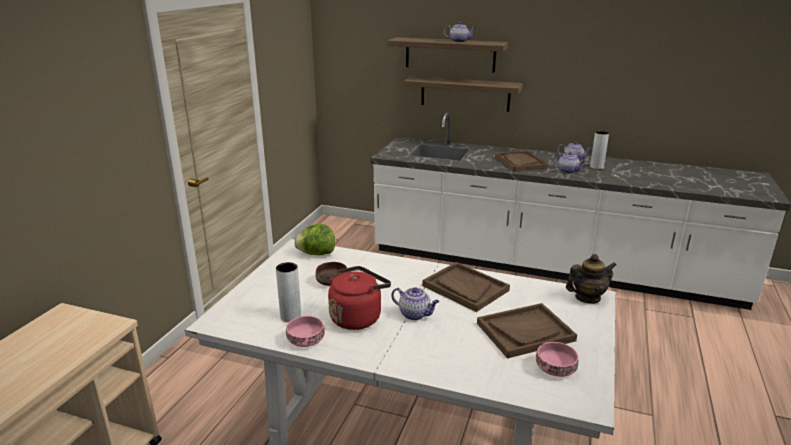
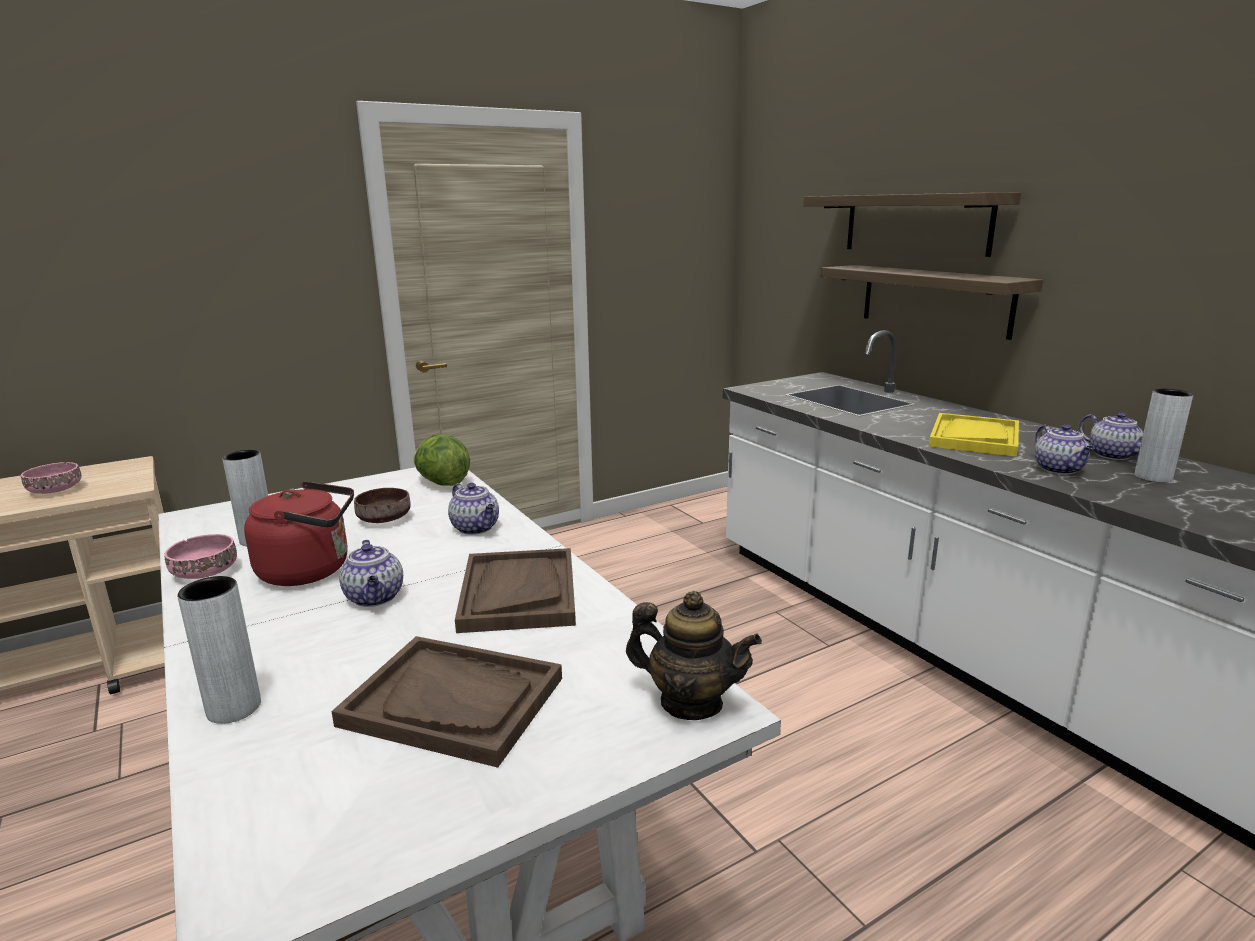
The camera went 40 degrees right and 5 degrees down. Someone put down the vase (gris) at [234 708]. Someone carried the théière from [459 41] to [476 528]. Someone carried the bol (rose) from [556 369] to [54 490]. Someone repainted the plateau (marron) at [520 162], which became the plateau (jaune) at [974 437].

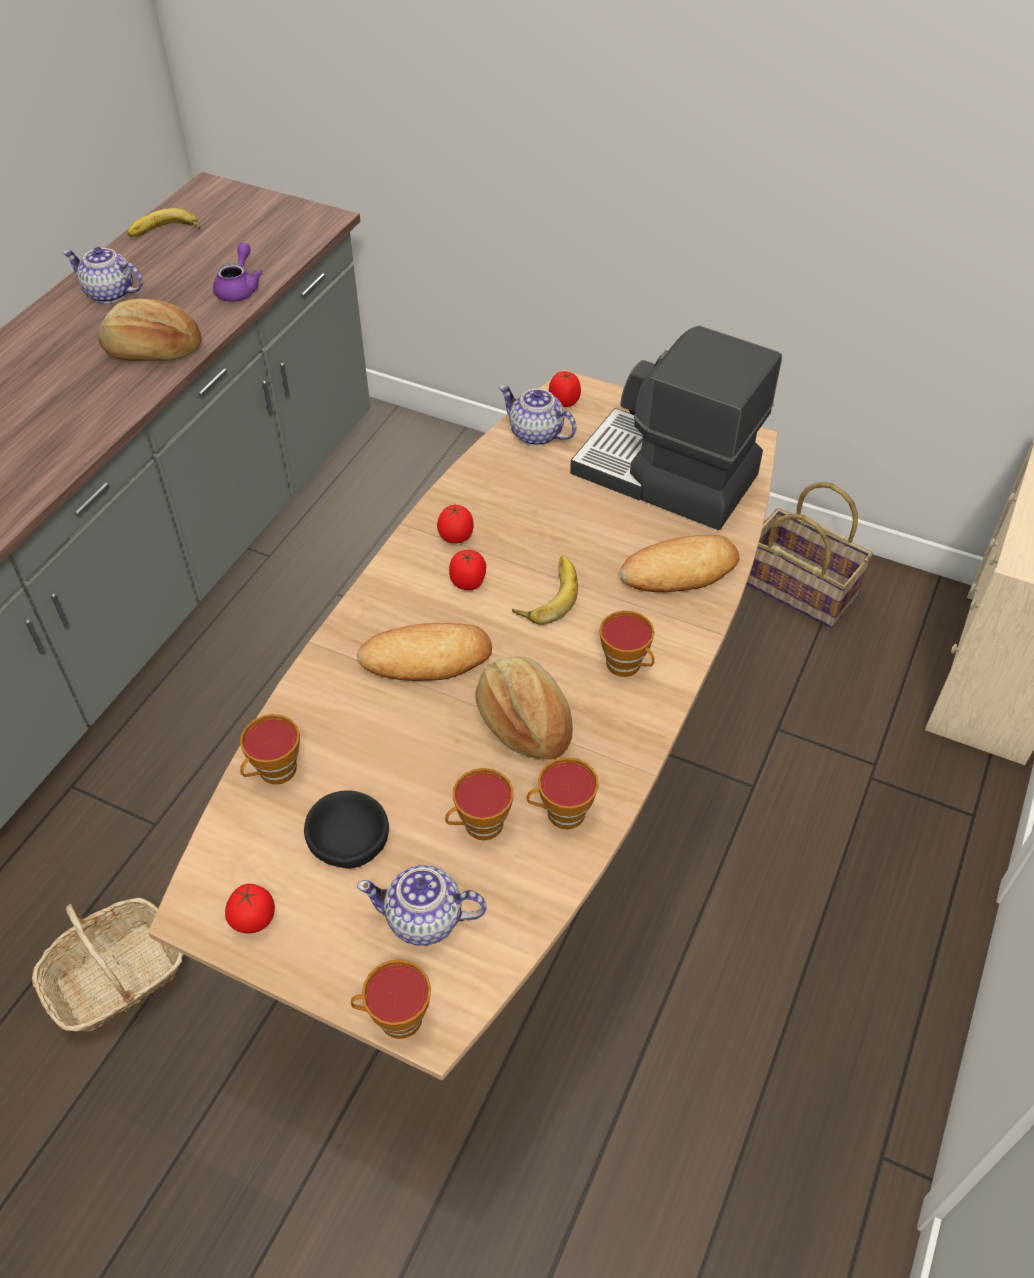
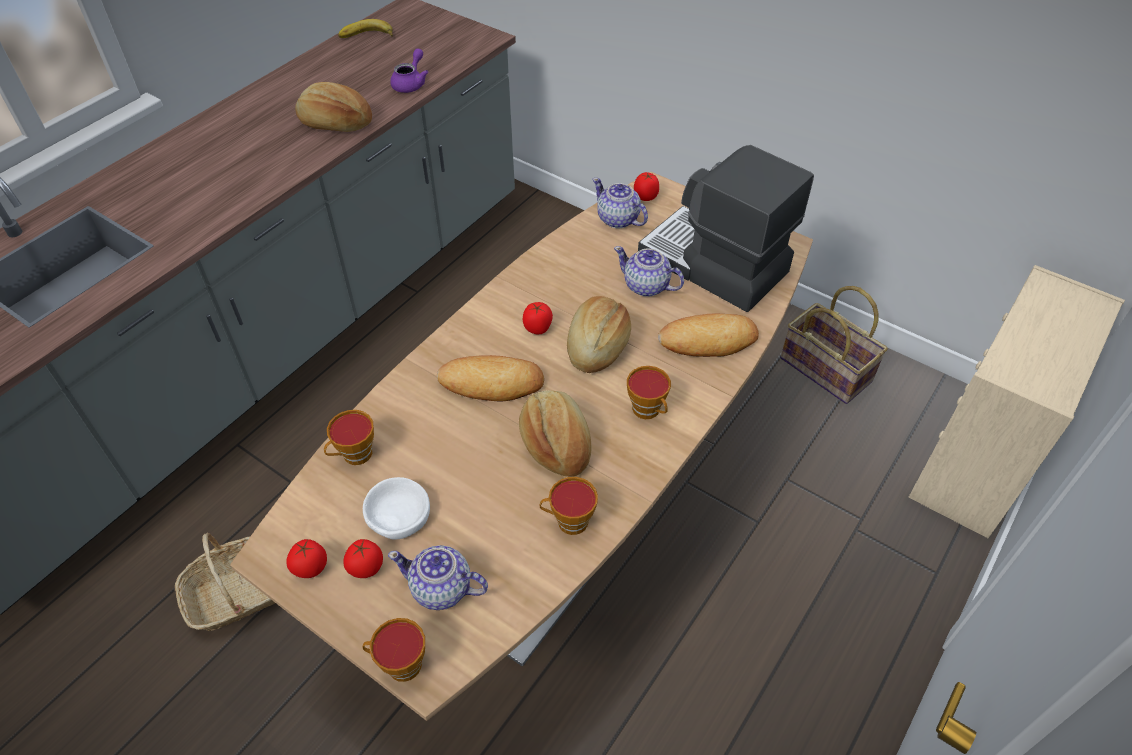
The camera went 10 degrees right and 0 degrees up. Someone took away the tasse at [479 826]. Someone carried the théière from [110 293] to [646 286]. Someone carried the tomate from [455 538] to [366 568]. Someone swapped the banane at [546 594] for the pain at [597 345]. Someone repainted the bol (noir) at [348 837], which became the bol (blanc) at [398 514].

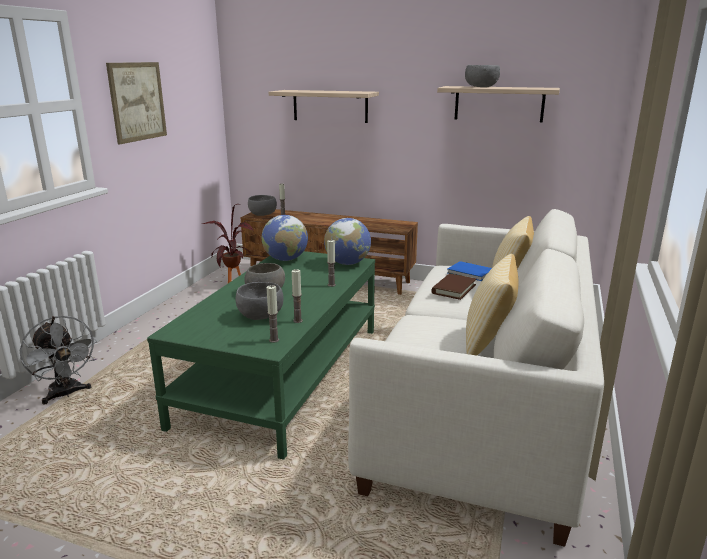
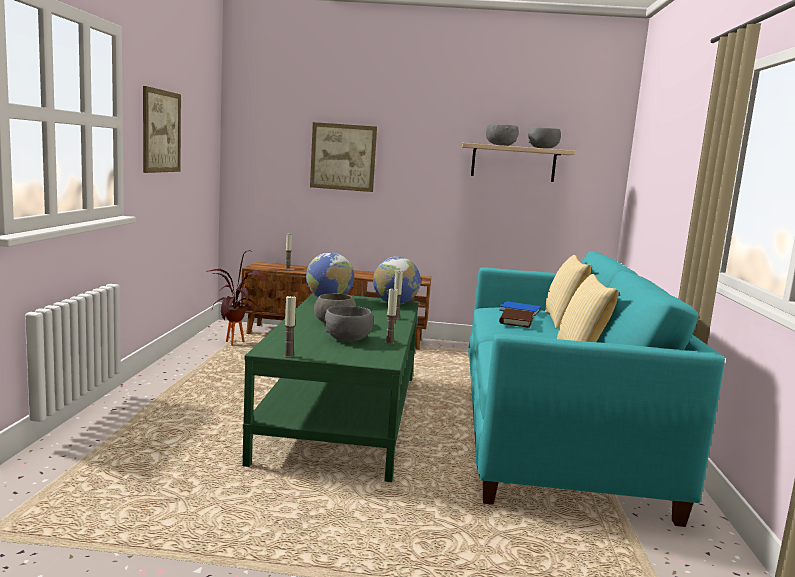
The camera went 15 degrees left and 10 degrees down. Someone took away the ventilateur (gris) at [66 394]. Someone carried the bol (gris) from [263 214] to [543 148]. Someone carried the bougie from [274 340] to [288 356]. Someone swapped the étagère at [330 106] for the tableau at [343 157]. Someone repainted the canapé (blanc) at [483 407], which became the canapé (turquoise) at [553 434].

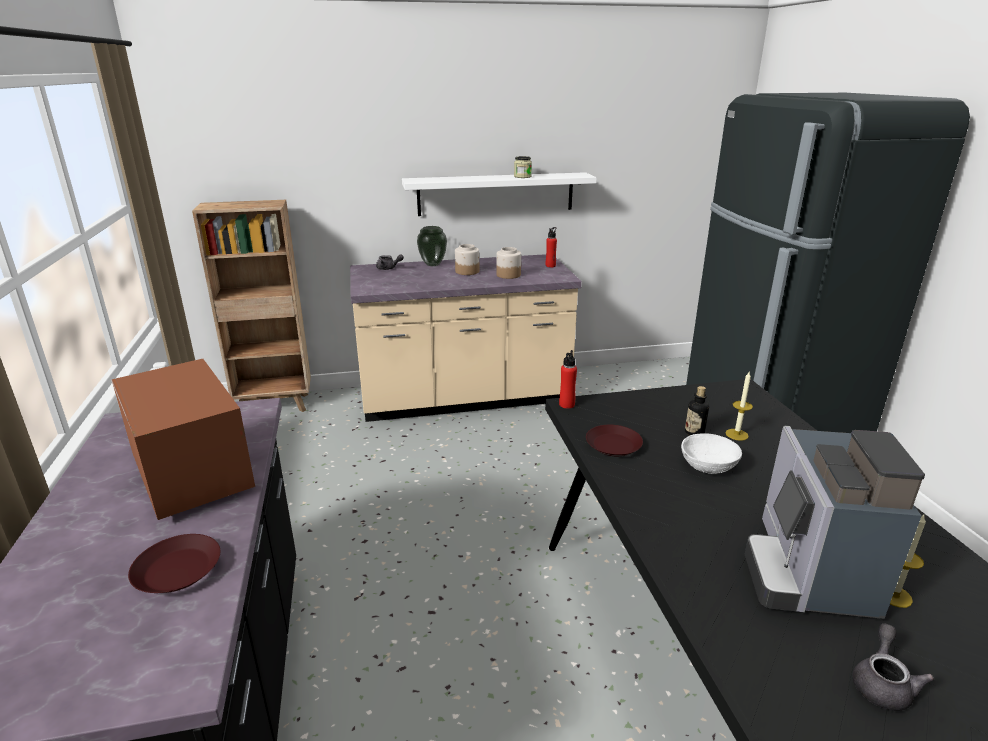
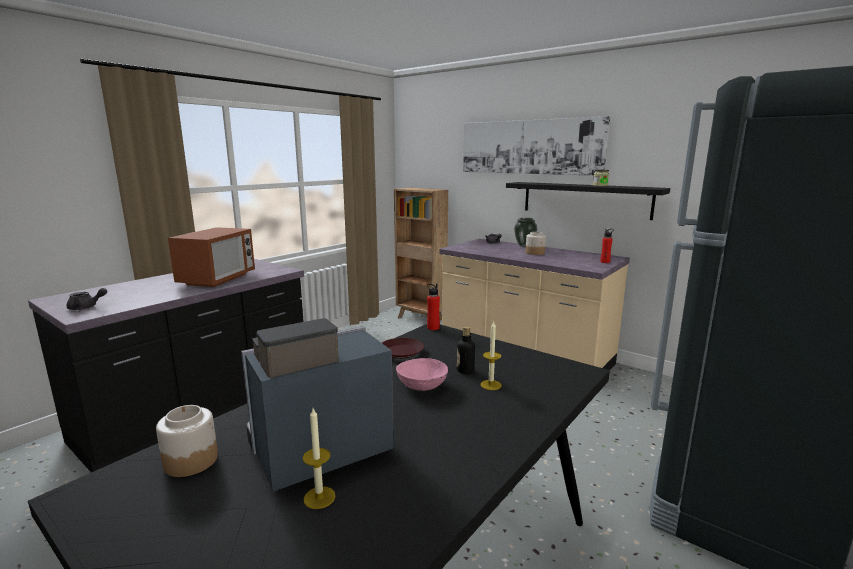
The camera went 50 degrees right and 10 degrees down. Someone took away the assiette (marron) at [178 569]. Someone put up the tableau at [529 147]. Someone carried the bocal from [508 275] to [191 460]. Someone carried the théière (gris) from [882 683] to [86 307]. Someone repainted the étagère (blanc) at [496 194], which became the étagère (noir) at [585 199]. Someone repainted the bol (blanc) at [709 466], which became the bol (rose) at [422 385].

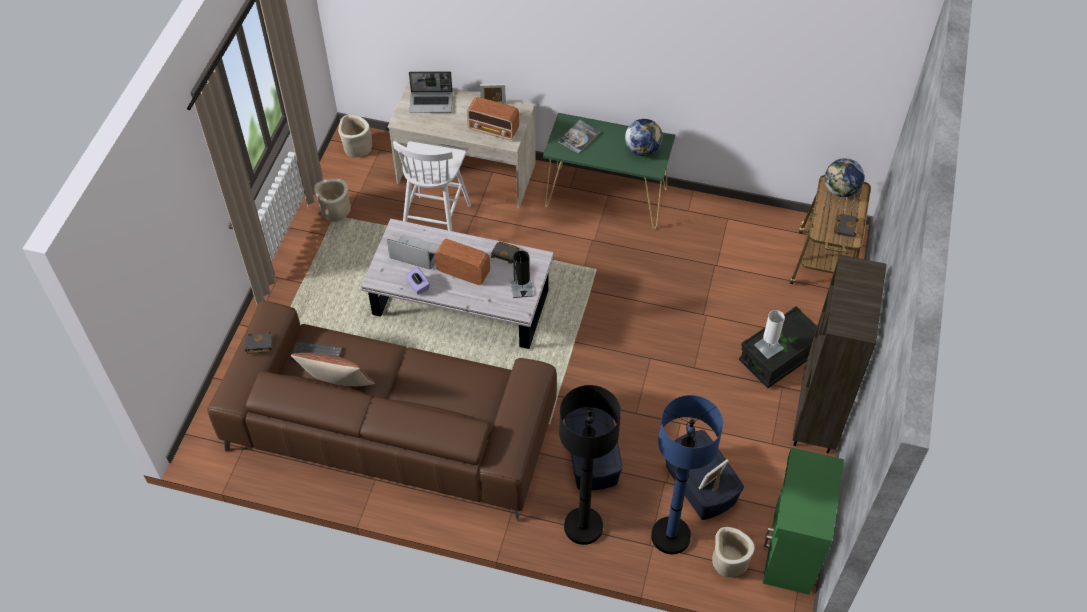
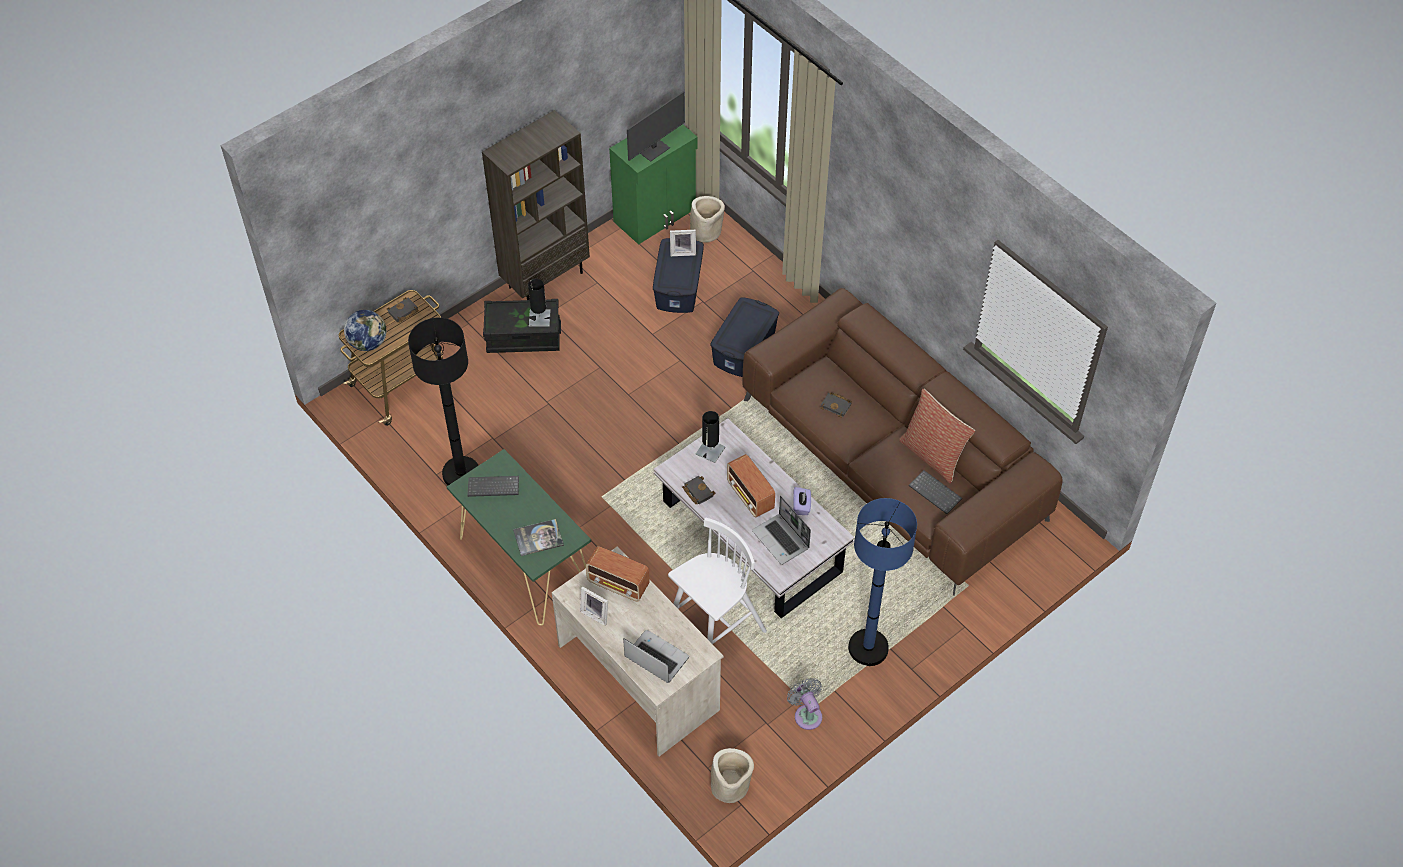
The camera went 145 degrees left and 0 degrees up. Someone put down the écran d'ordinateur at [653 149]. Someone carried the livre (noir) from [258 345] to [837 406]. Someone carried the lampadaire (noir) from [583 526] to [461 473]. Someone carried the lampadaire (bleu) from [670 536] to [868 648]. Someone swapped the cache-pot (beige) at [335 211] for the ventilateur (gris) at [806 714]. Someone swapped the globe at [642 150] for the clavier at [492 488]. Someone repainted the lampe de table (blanc) at [768 347], which became the lampe de table (noir) at [539 318]. Someone rotated the radio at [494 130] by 150 degrees clockwise.

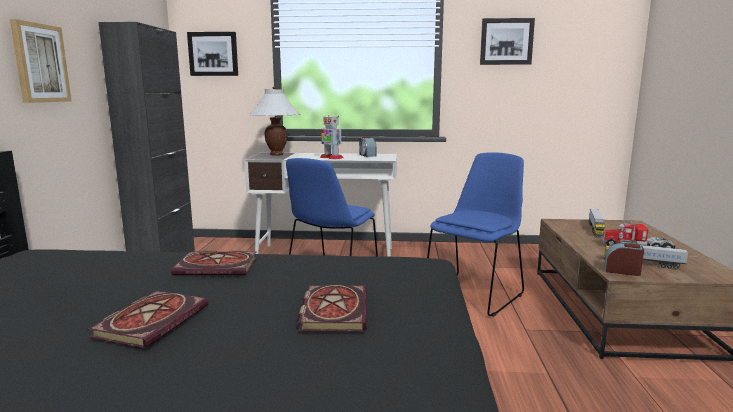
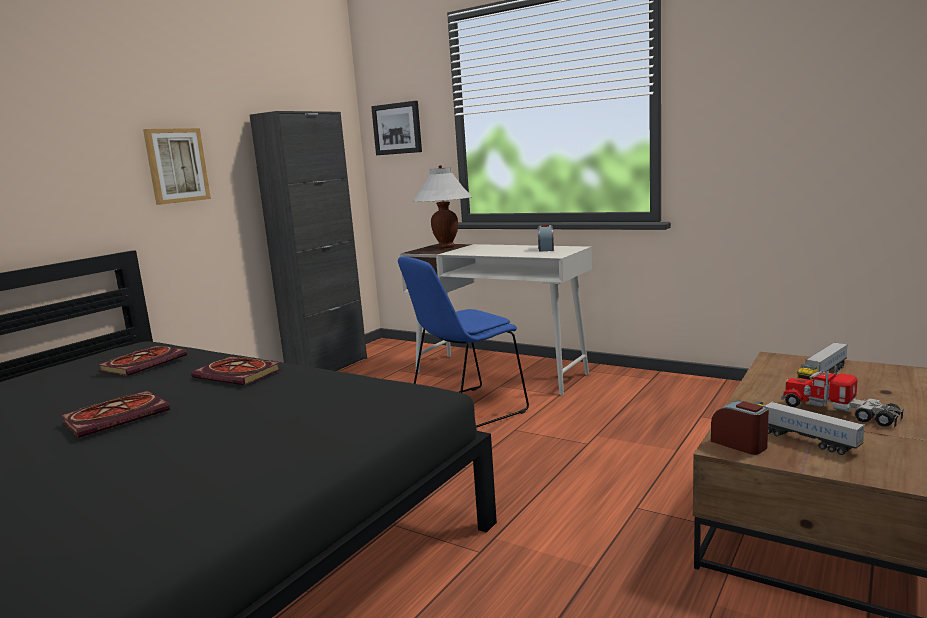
The camera went 30 degrees right and 0 degrees up. Someone took away the robot jouet at [331 158]. Someone took away the chaise (bleu) at [474 293]. Someone took away the tableau at [506 41]. Someone carried the livre from [333 310] to [144 363].

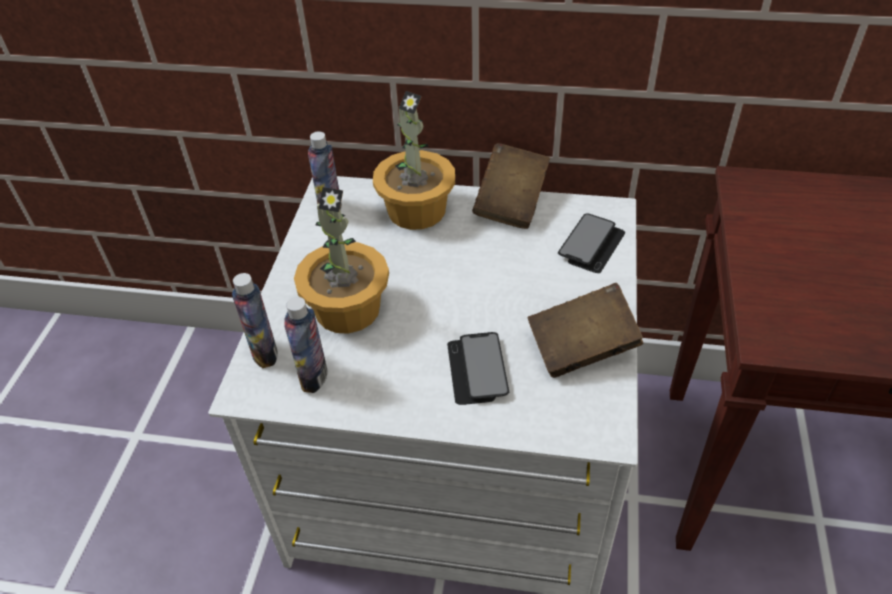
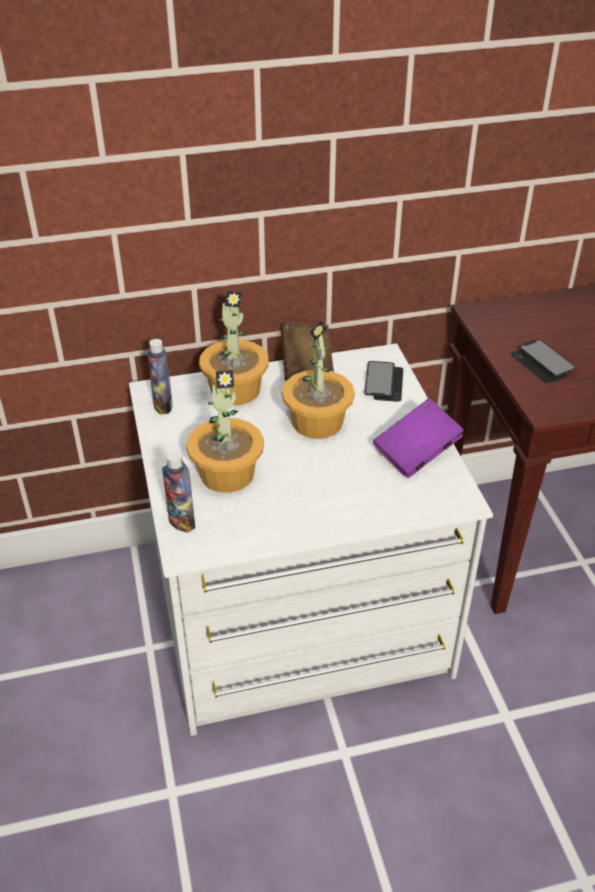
The camera went 25 degrees left and 5 degrees down. Someone took away the bouteille at [314 377]. Someone put down the plante en pot at [318 422]. Someone carried the téléphone from [477 369] to [542 363]. Someone repainted the livre (marron) at [581 347], which became the livre (violet) at [416 453].

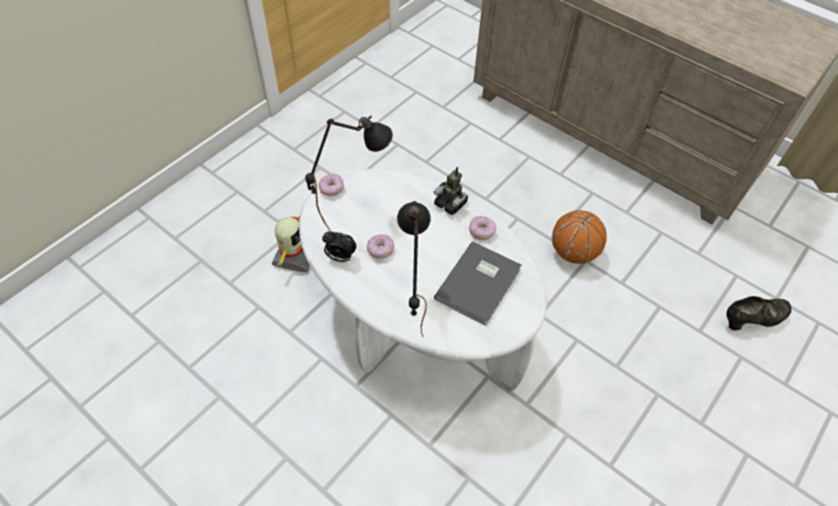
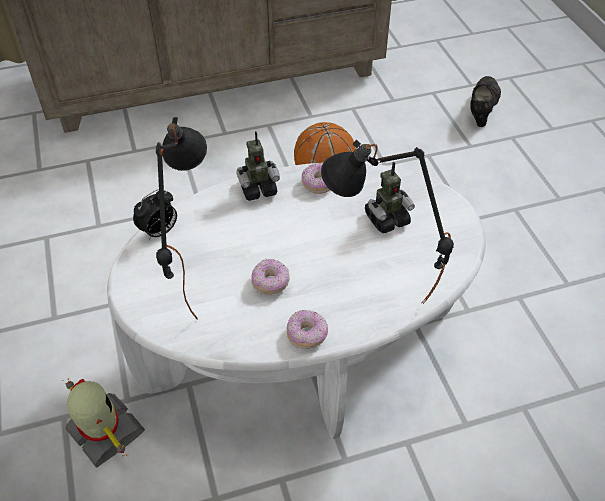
The camera went 55 degrees left and 5 degrees down. Someone carried the beignet from [331 189] to [307 335]. Someone carried the réveil from [340 257] to [159 232]. Someone swapped the livre (gris) at [480 284] for the robot jouet at [386 219].

